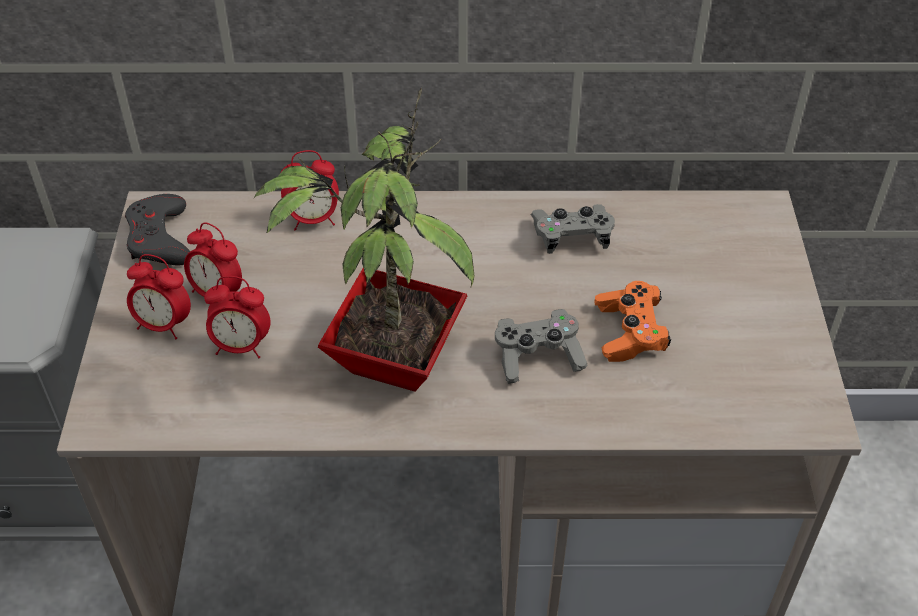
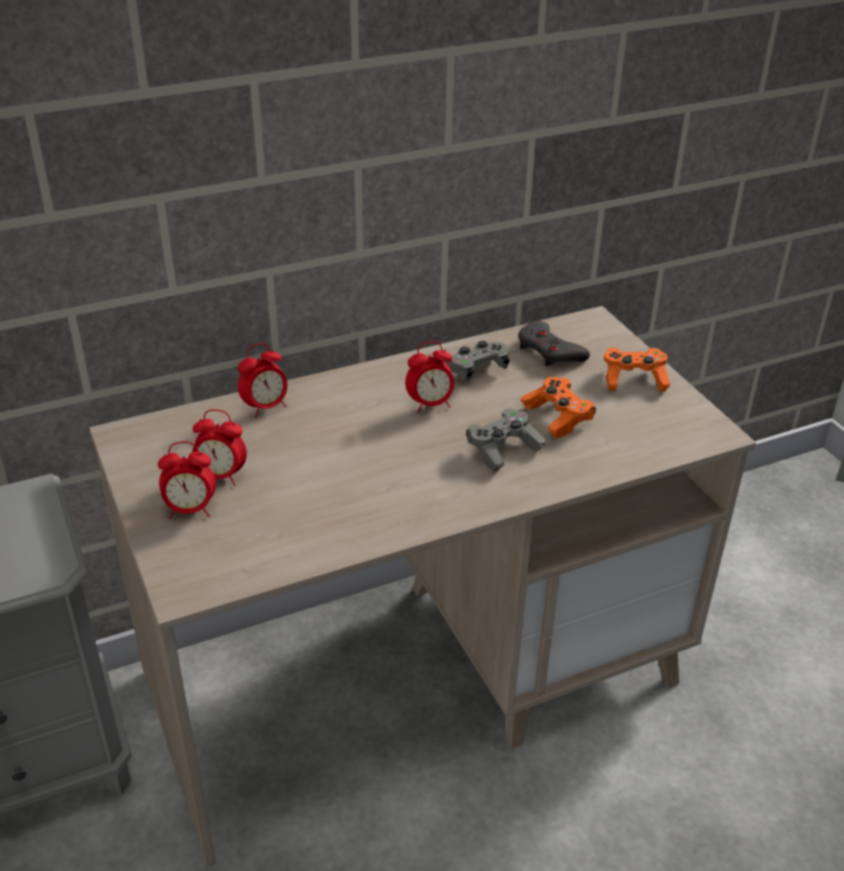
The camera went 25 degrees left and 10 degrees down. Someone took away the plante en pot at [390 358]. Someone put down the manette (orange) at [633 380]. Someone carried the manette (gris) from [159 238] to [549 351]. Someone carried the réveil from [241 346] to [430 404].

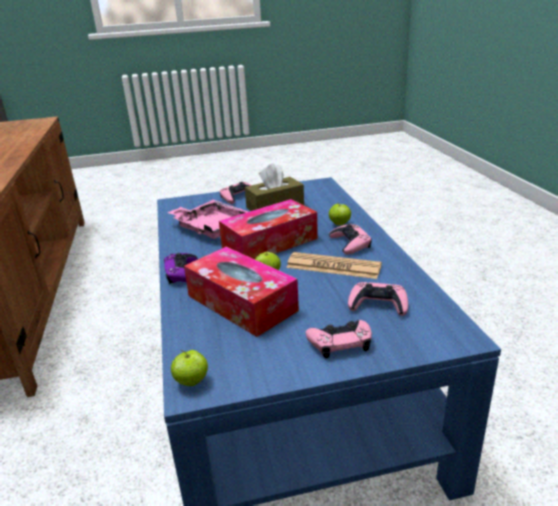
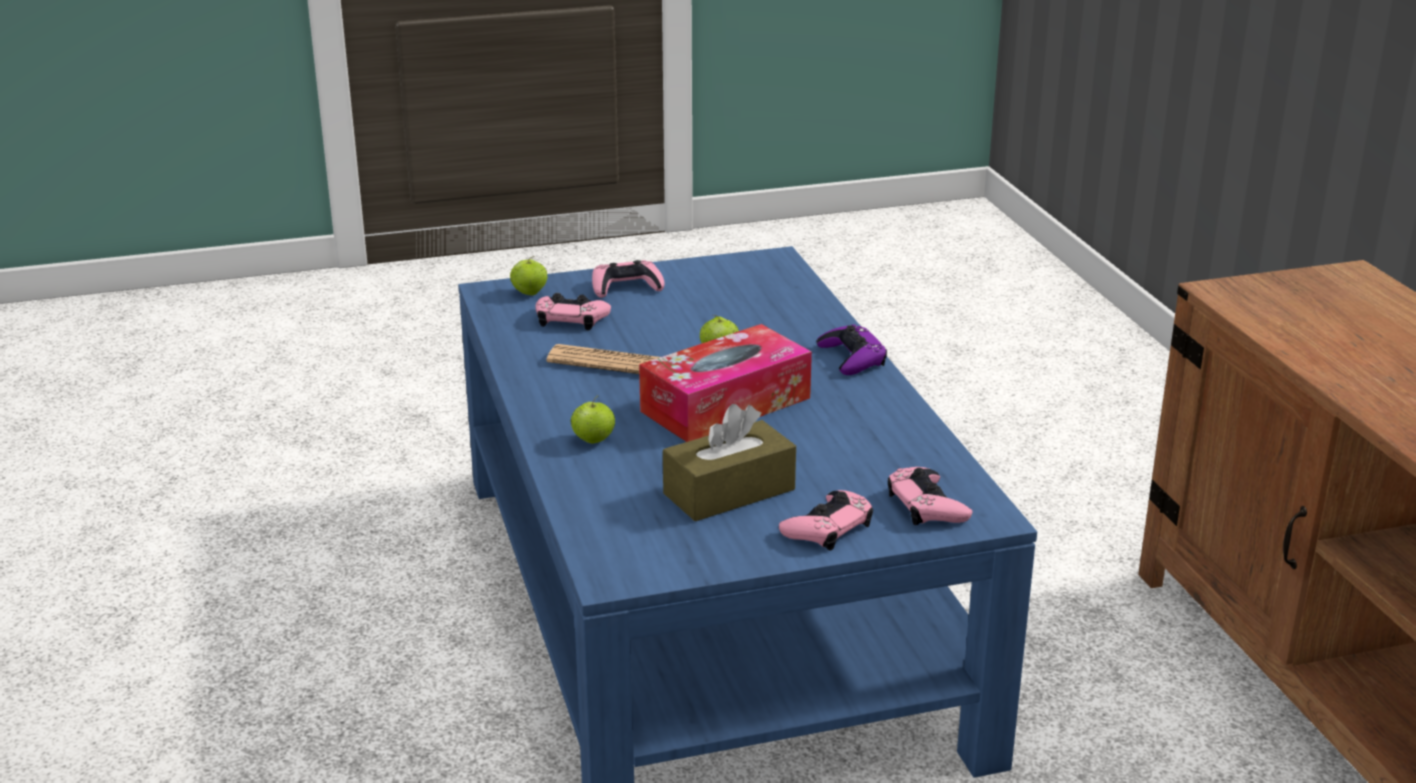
The camera went 175 degrees right and 0 degrees up. Someone took away the plateau (rose) at [211 227]. Someone took away the boîte à mouchoirs at [241 303]. Someone carried the pomme from [192 382] to [529 293]. Someone carried the manette (rose) from [350 244] to [926 505].

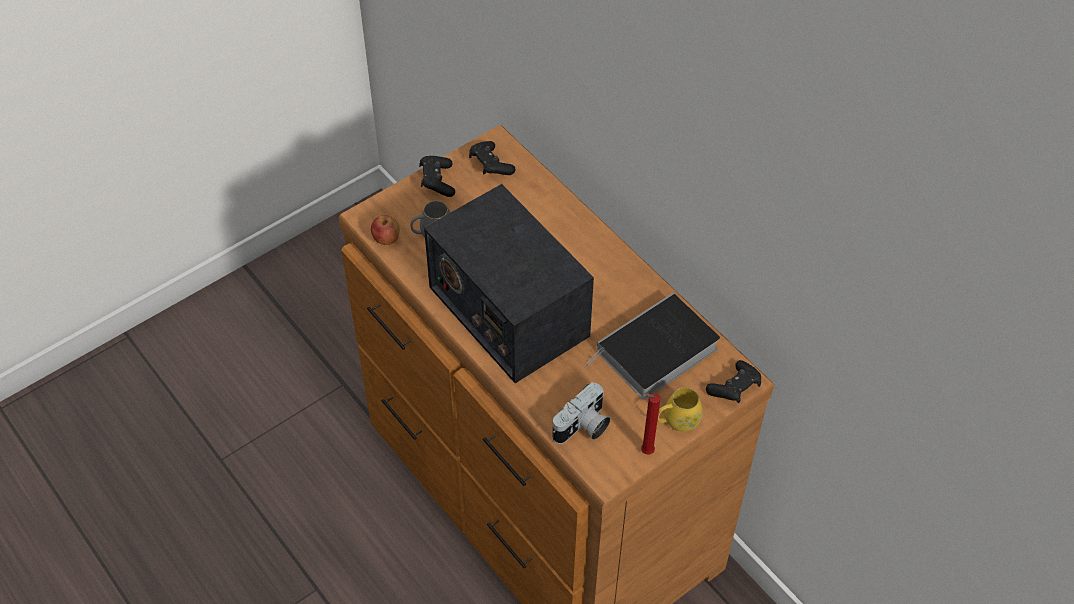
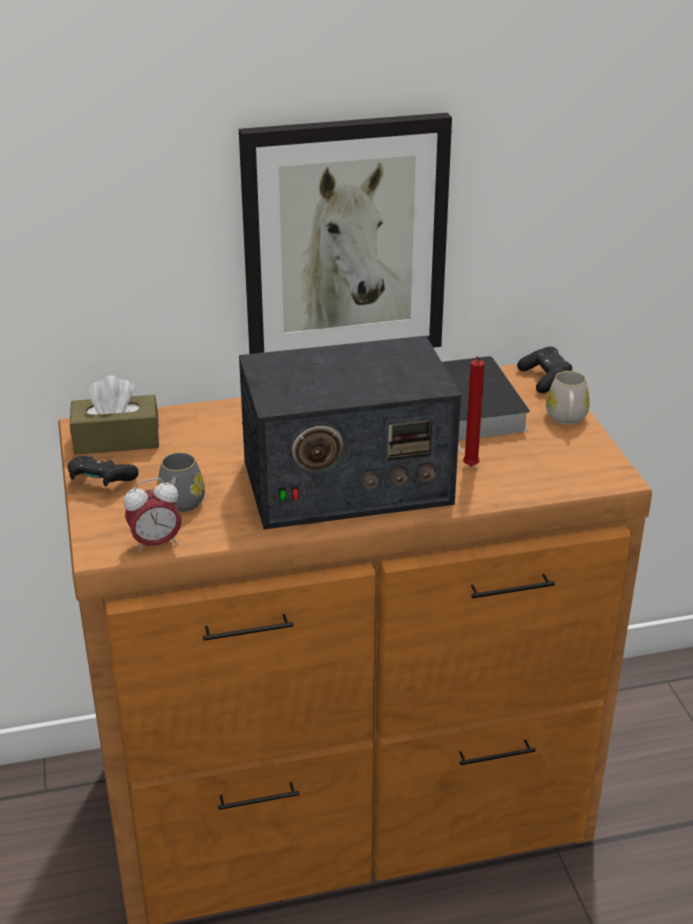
The camera went 65 degrees left and 20 degrees down. Someone took away the appareil photo at [583 427]. Someone put up the tableau at [344 241]. Someone carried the bougie (rouge) from [645 451] to [470 467]. Someone swapped the pomme at [386 239] for the réveil at [156 543]. Someone swapped the manette (noir) at [490 166] for the boîte à mouchoirs (marron) at [116 439]. Someone repainted the mug (jaune) at [677 420], which became the mug (blanc) at [566 419].

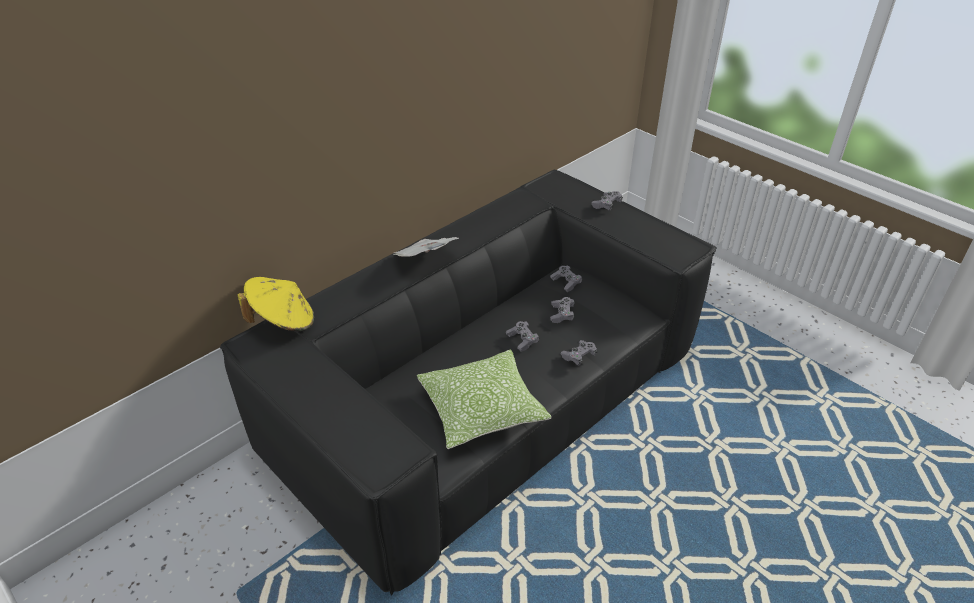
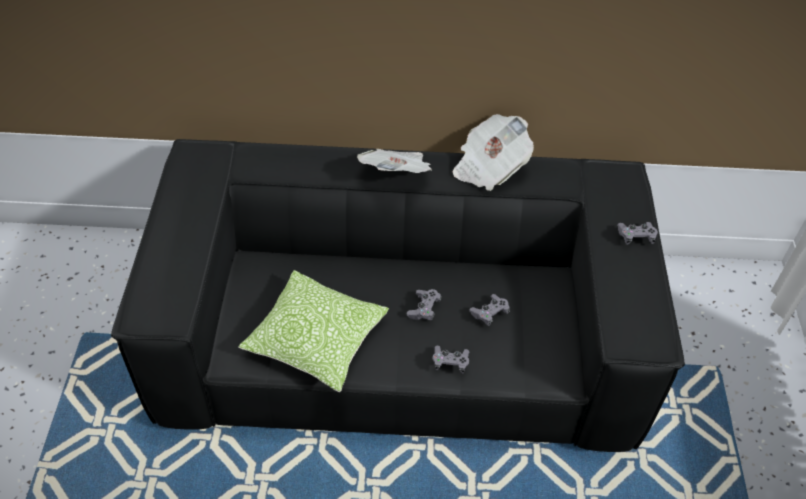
The camera went 45 degrees right and 10 degrees up. Someone took away the chapeau (jaune) at [283 321]. Someone took away the manette (gris) at [566 282]. Someone put down the journal at [489 167].

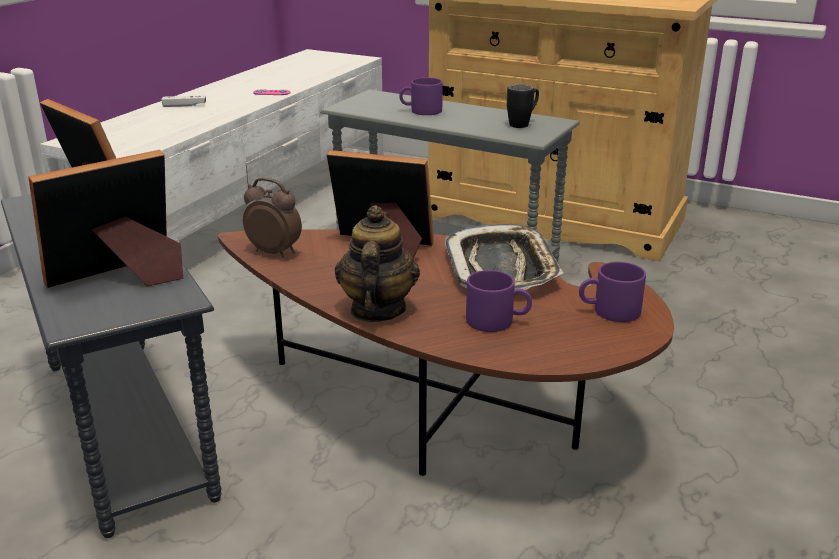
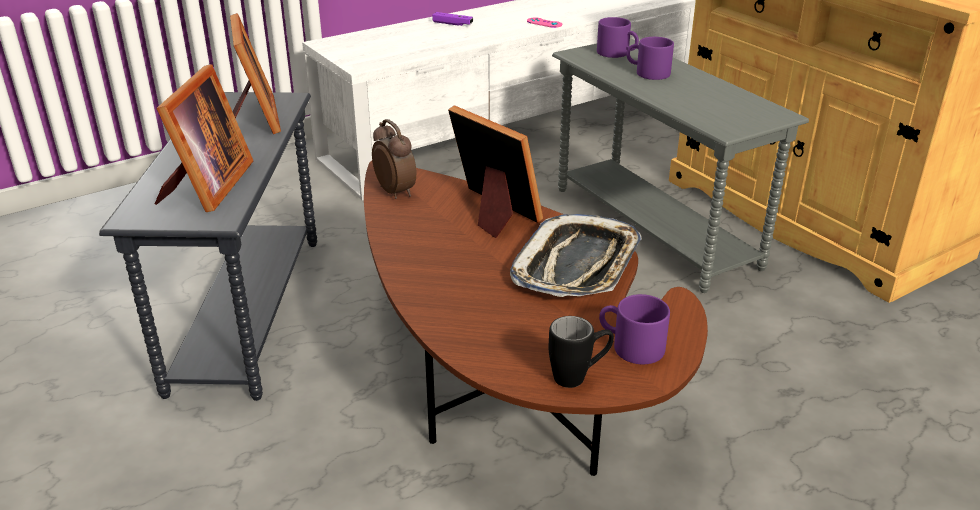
The camera went 30 degrees right and 5 degrees up. Someone took away the théière at [377 310]. Someone carried the mug (violet) from [497 320] to [618 53]. Someone carried the mug (noir) from [523 124] to [579 376]. Someone repainted the manette (blanc) at [184 106], which became the manette (violet) at [452 24]. Someone rotated the cadre photo at [123 277] by 105 degrees clockwise.

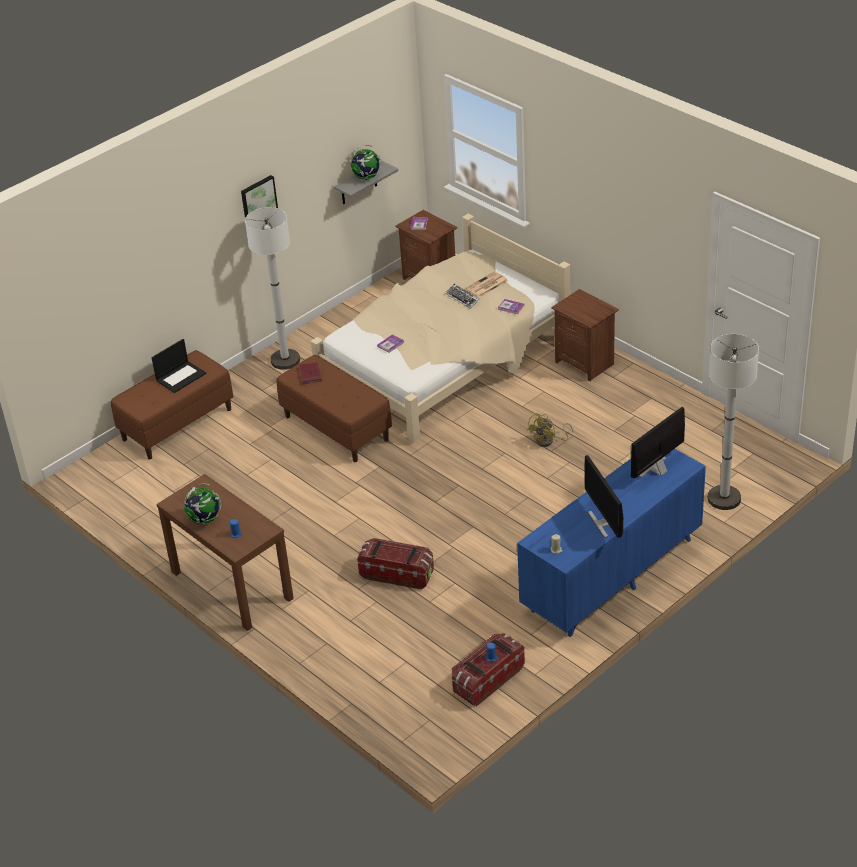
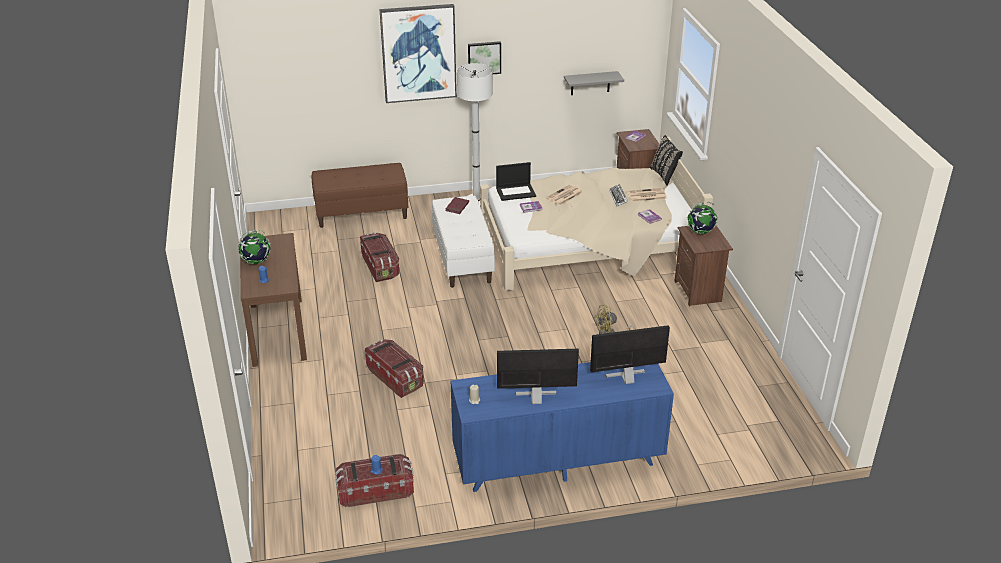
The camera went 30 degrees right and 5 degrees down. Someone took away the lampadaire (blanc) at [724 498]. Someone put down the boîte de rangement at [380 266]. Someone put up the tableau at [418 53]. Someone put down the journal at [564 196]. Someone put down the coussin (noir) at [665 175]. Someone carried the ordinateur portable from [181 376] to [516 192]. Someone carried the globe from [366 177] to [700 232]. Someone repainted the banc (marron) at [337 428], which became the banc (blanc) at [463 259]. Someone rotated the écran d'ordinateur at [603 522] by 75 degrees clockwise.

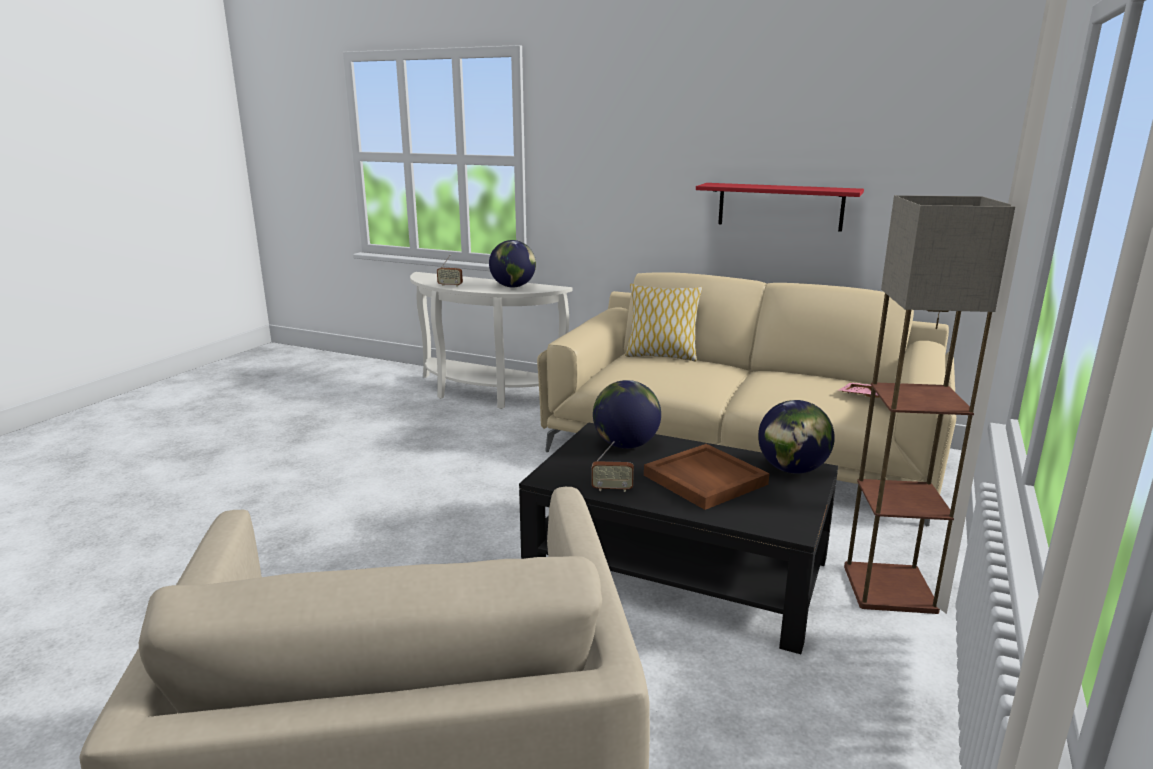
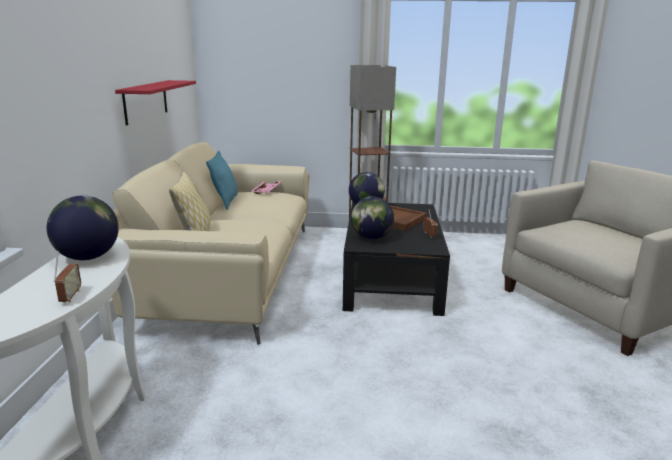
The camera went 110 degrees left and 0 degrees up. Someone put down the coussin (turquoise) at [225 202].

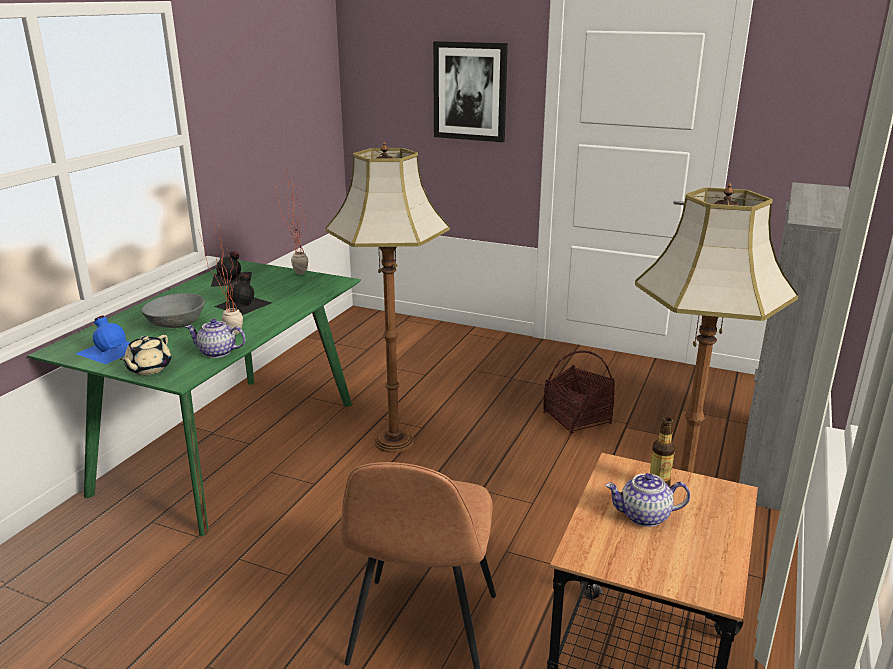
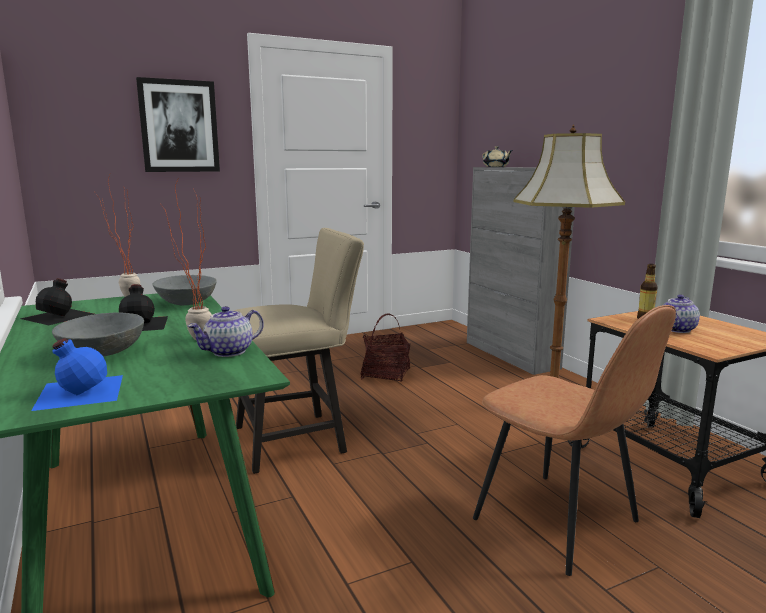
The camera went 50 degrees left and 10 degrees down. Someone put down the bol (gris) at [186 303]. Someone carried the théière (beige) from [148 369] to [496 166]. Someone swapped the lampadaire at [395 442] for the chaise (beige) at [298 439].

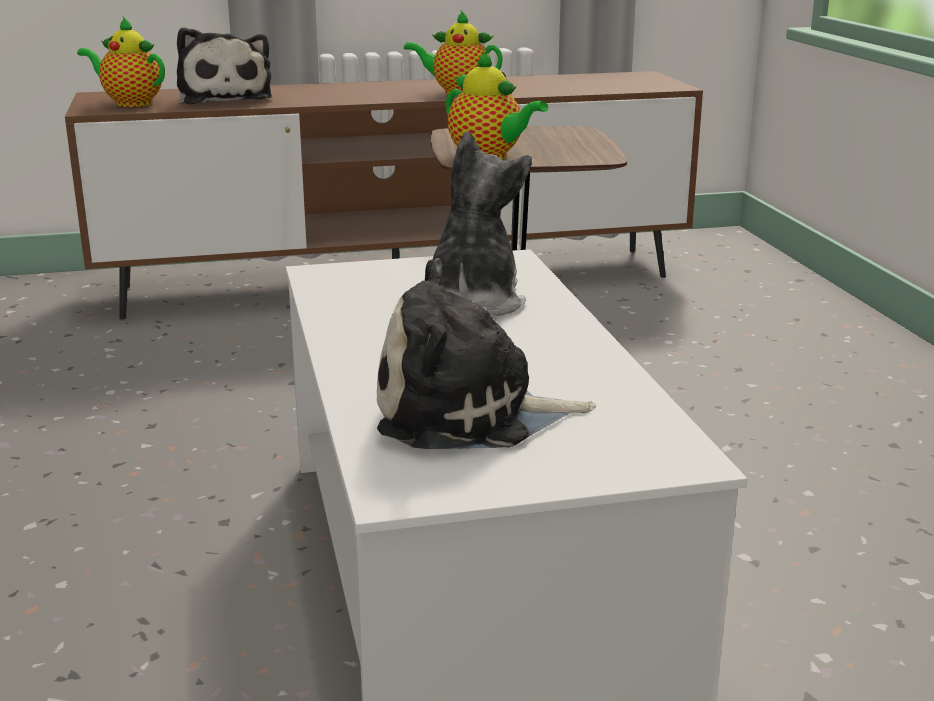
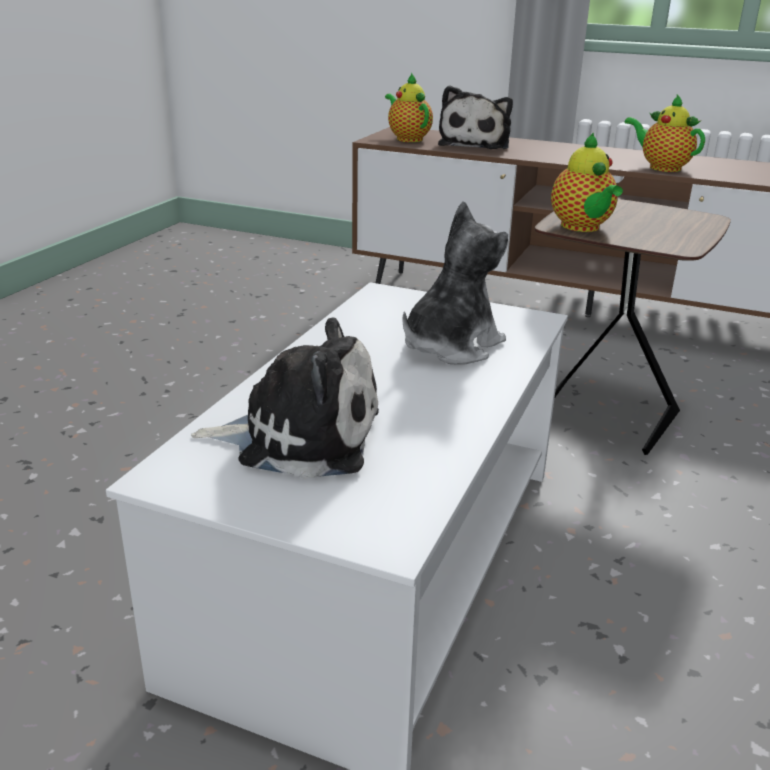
The camera went 35 degrees right and 5 degrees up. Someone rotated the peluche at [468 414] by 150 degrees clockwise.

